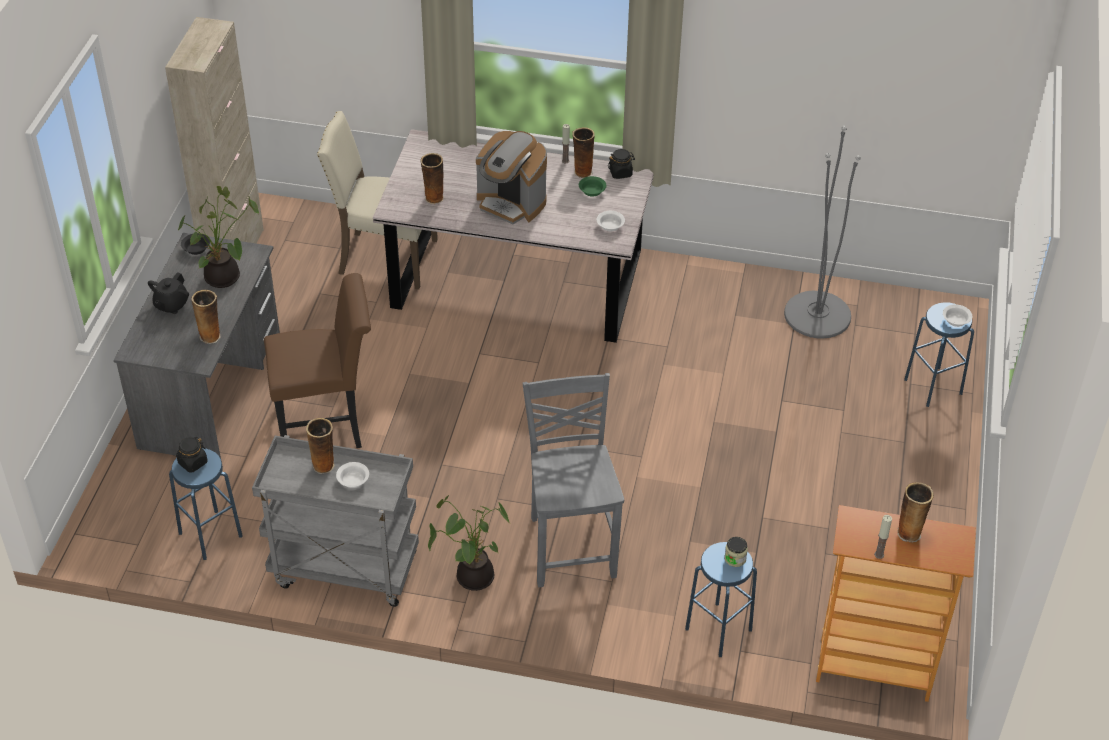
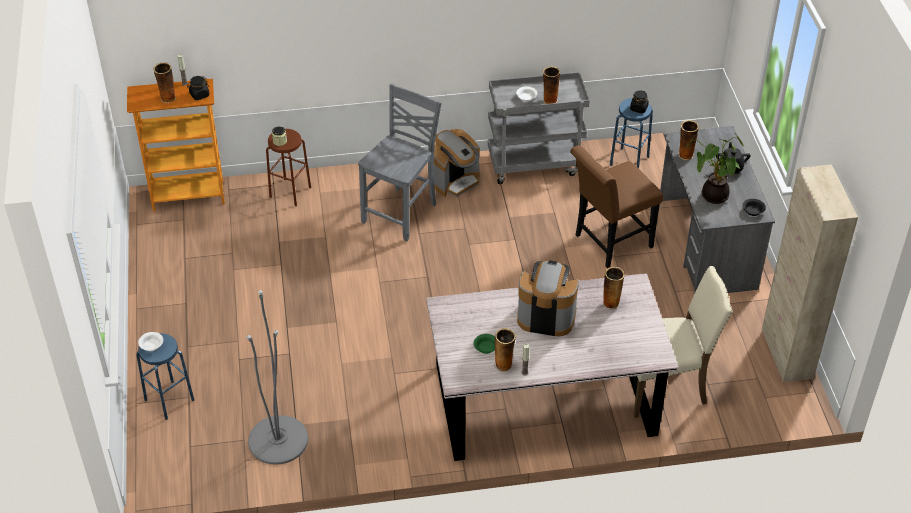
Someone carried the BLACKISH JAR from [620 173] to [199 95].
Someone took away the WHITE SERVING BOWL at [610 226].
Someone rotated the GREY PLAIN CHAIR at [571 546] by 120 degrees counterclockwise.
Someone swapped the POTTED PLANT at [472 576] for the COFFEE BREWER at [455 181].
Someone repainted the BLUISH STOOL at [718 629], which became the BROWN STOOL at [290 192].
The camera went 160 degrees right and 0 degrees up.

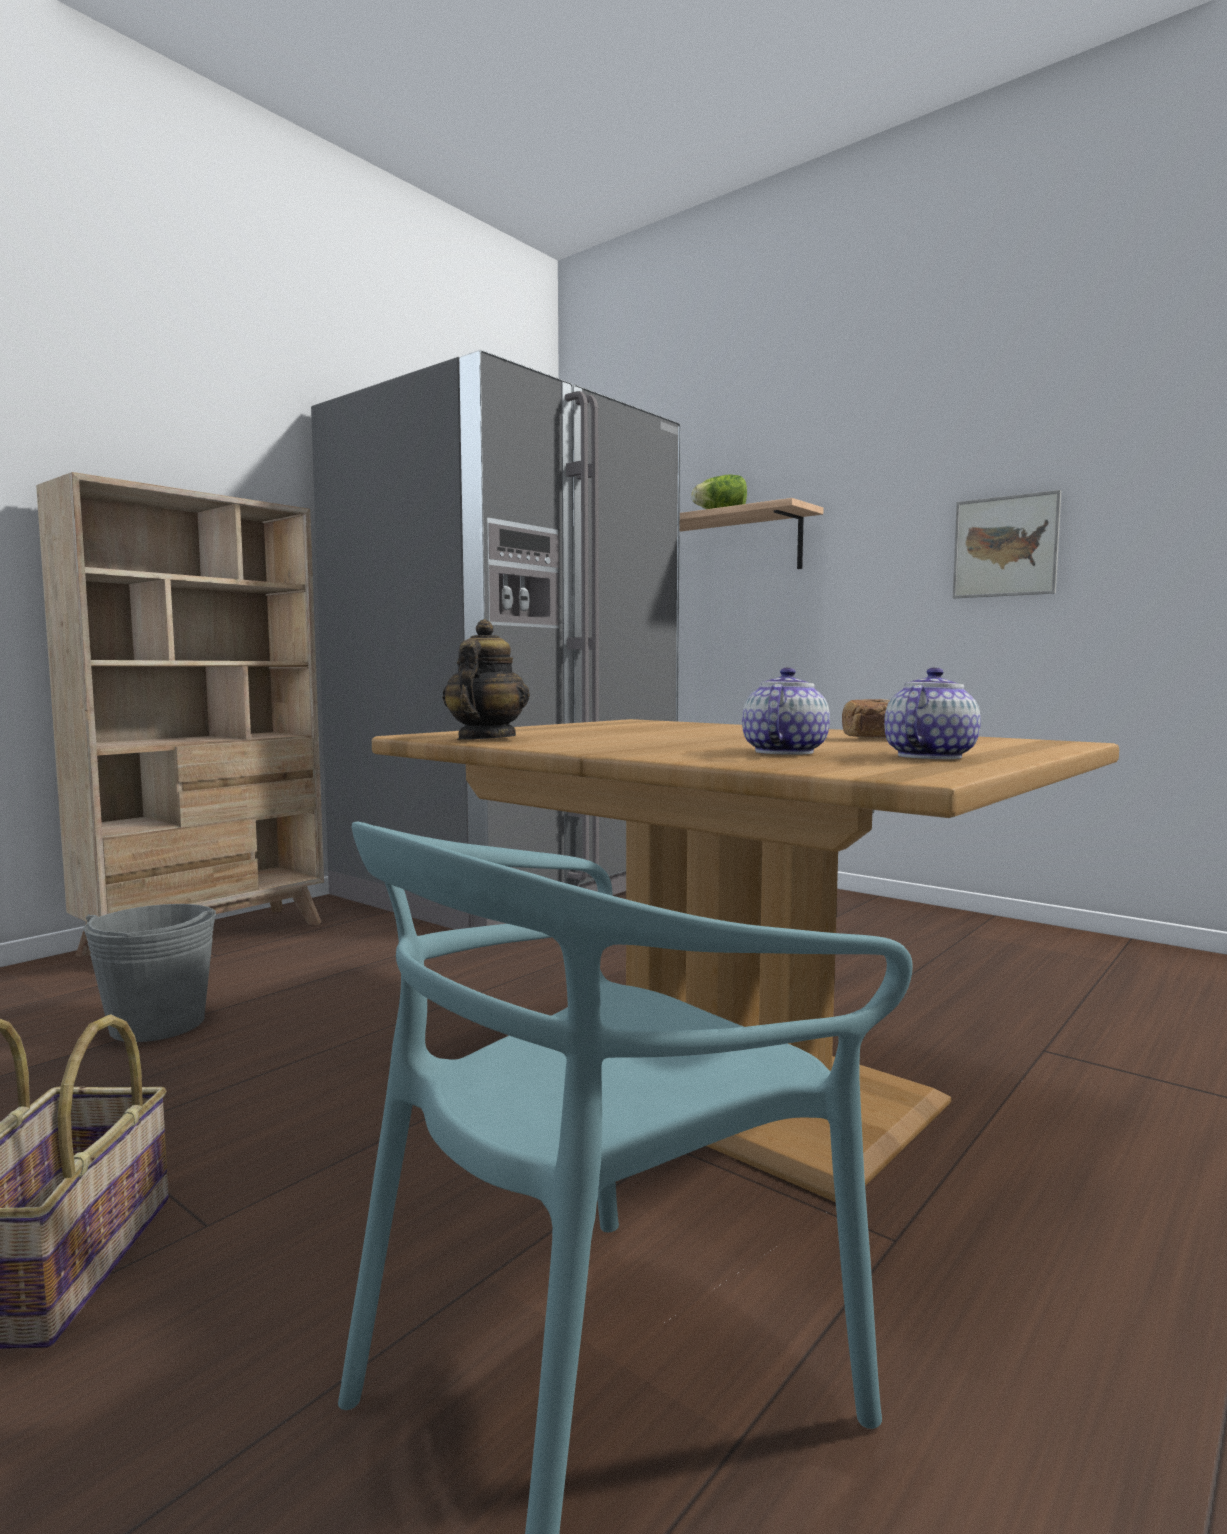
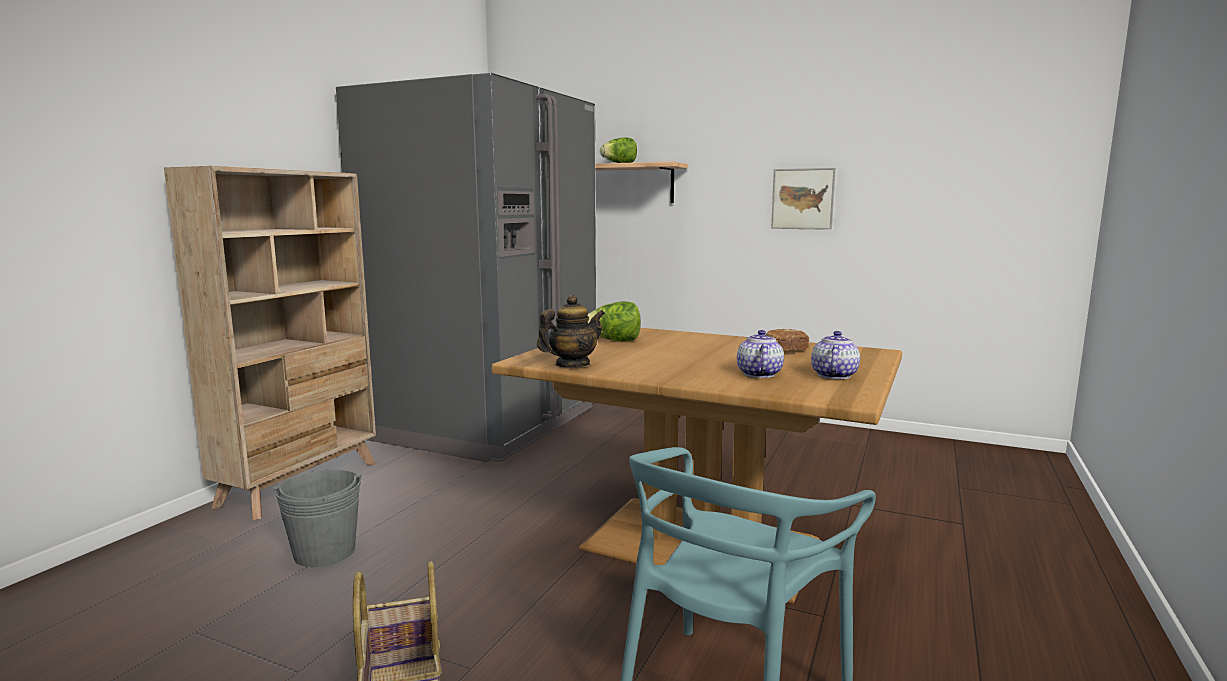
Someone rotated the POT FOR TEA at [485 739] by 60 degrees clockwise.
Someone put down the HEAD OF LETTUCE at [614 341].
The camera went 15 degrees left and 5 degrees up.

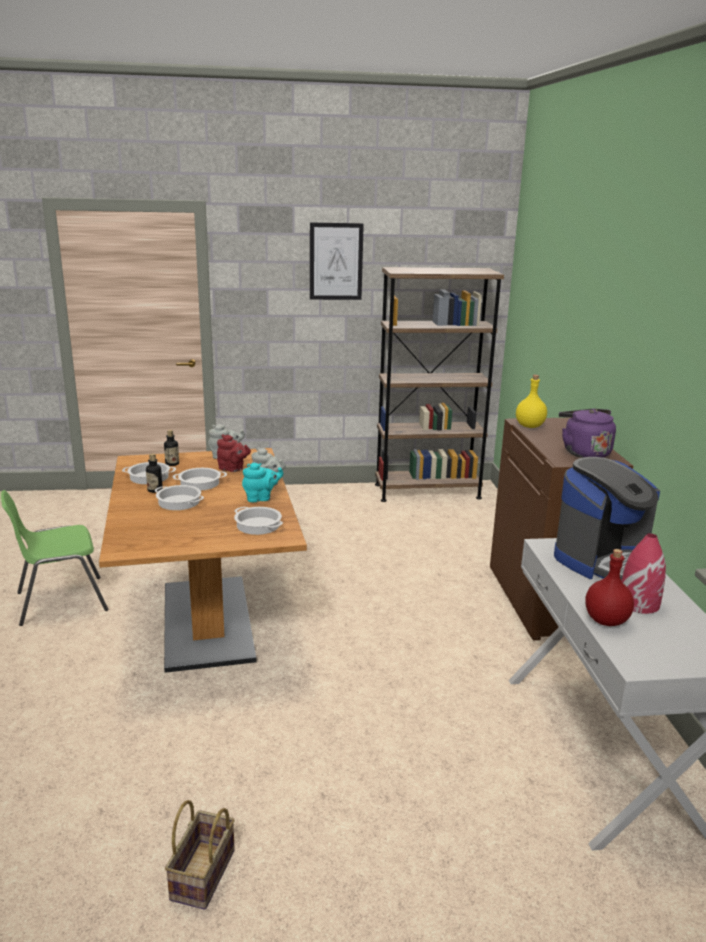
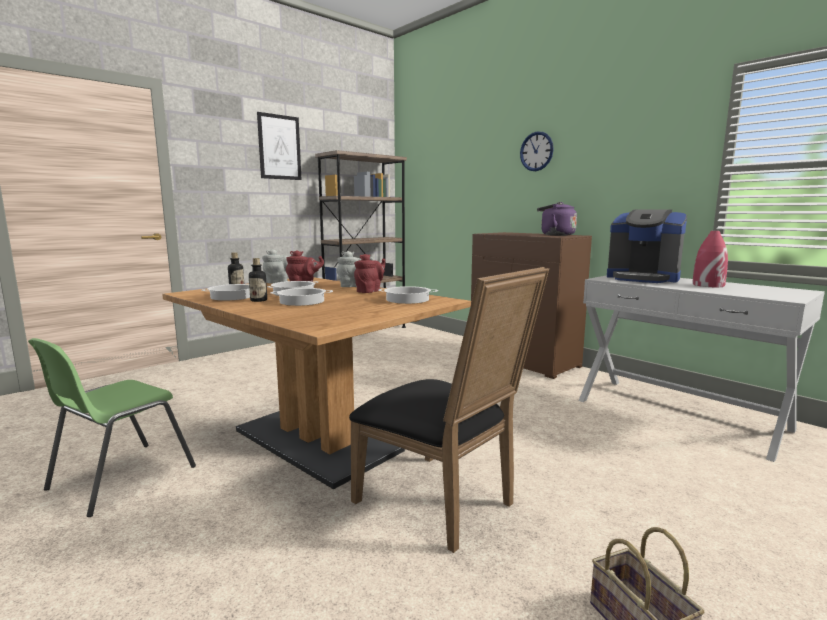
Someone took away the YELLOW DRINK BOTTLE at [530 426].
Someone rotated the COFFEE BREWER at [603 560] by 105 degrees clockwise.
Someone repainted the TURQUOISE POT FOR TEA at [261 498], which became the RED-COLOURED POT FOR TEA at [370 291].
Someone took away the RED-COLOURED DRINK BOTTLE at [605 620].
Someone put up the WALL CLOCK at [536 151].
Someone put down the BLACKISH PLAIN CHAIR at [442 503].
The camera went 35 degrees left and 10 degrees down.

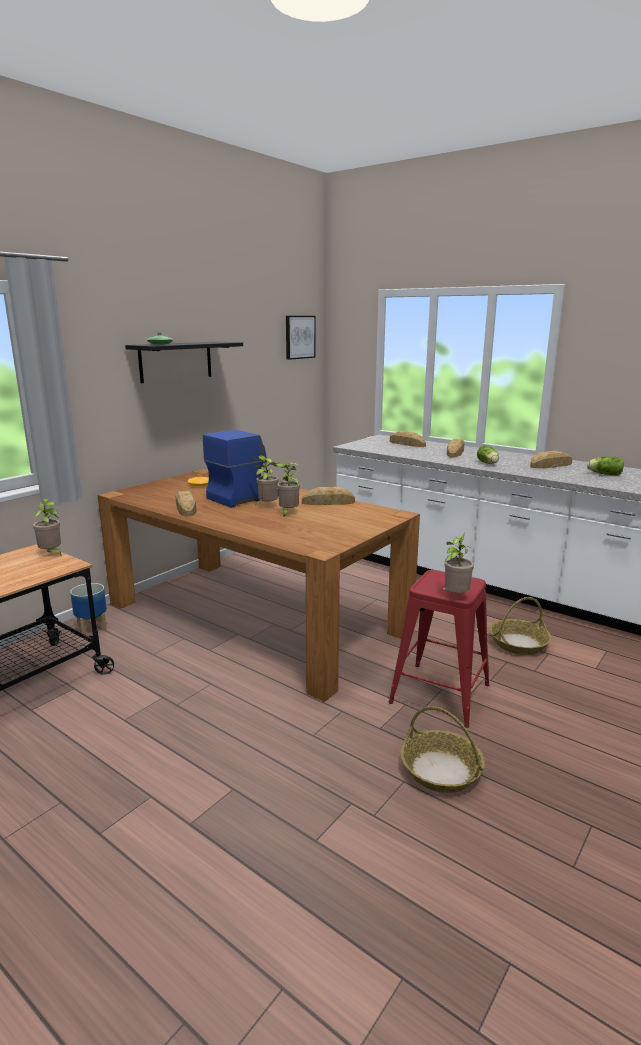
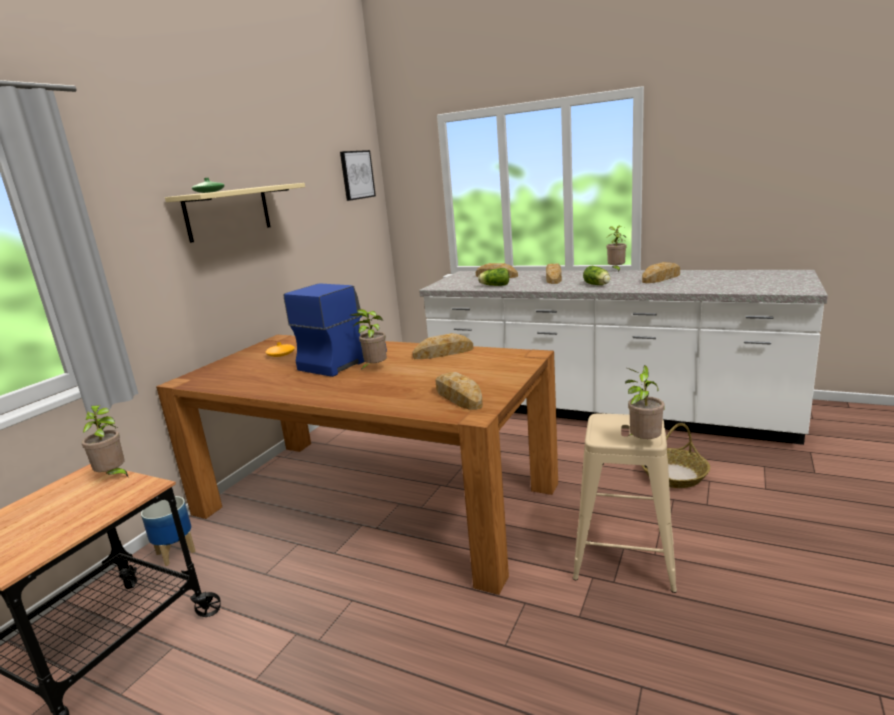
Someone repainted the BLACKISH BRACKET SHELF at [176 361], which became the BEIGE BRACKET SHELF at [228 212].
Someone carried the HEAD OF LETTUCE from [603 474] to [494 285].
Someone carried the POTTED PLANT from [288 513] to [616 270].
Someone carried the BAKED BREAD from [186 508] to [458 396].
Someone repainted the RED-COLOURED STOOL at [440 693], which became the BEIGE STOOL at [623 554].
Someone took away the HOUSEHOLD BASKET at [441 770].
The camera went 10 degrees left and 0 degrees up.

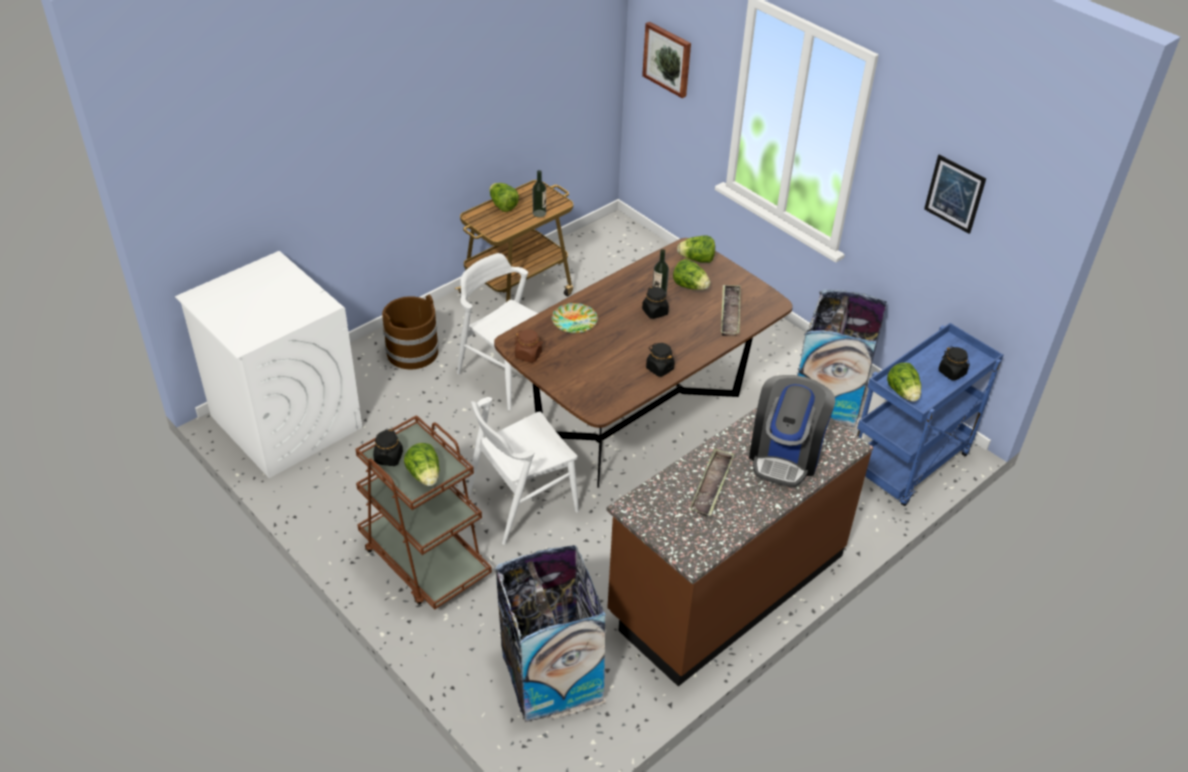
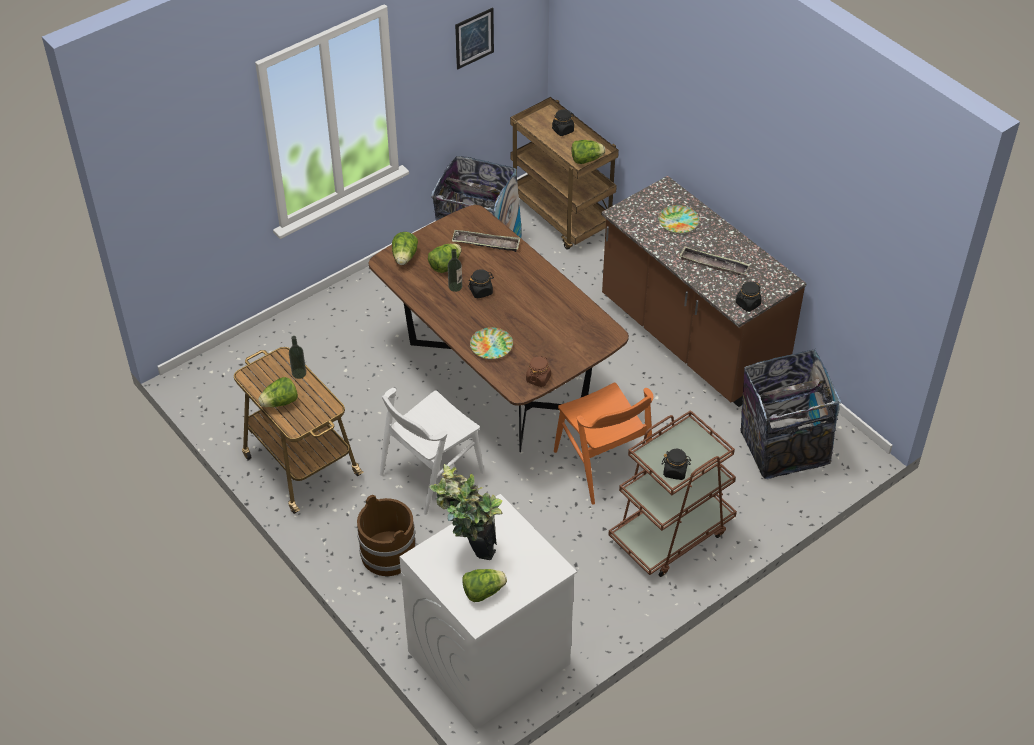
Someone took away the WALL ART at [668 59].
Someone repainted the BLUISH TROLLEY at [908 465], which became the BROWN TROLLEY at [562 217].
Someone carried the BLACKISH JAR from [659 368] to [747 304].
Someone swapped the COFFEE BREWER at [785 454] for the PLATE at [678 221].
Someone repainted the WHITE PLAIN CHAIR at [521 502], which became the ORANGE PLAIN CHAIR at [603 465].
Someone carried the HEAD OF LETTUCE from [425 475] to [483 592].
Someone put down the POTTED PLANT at [468 550].
The camera went 85 degrees left and 5 degrees up.

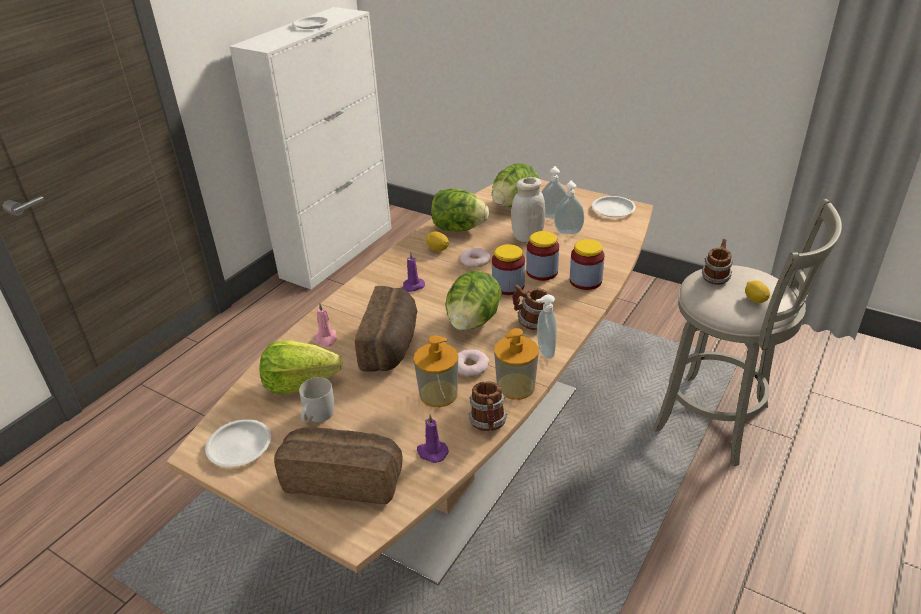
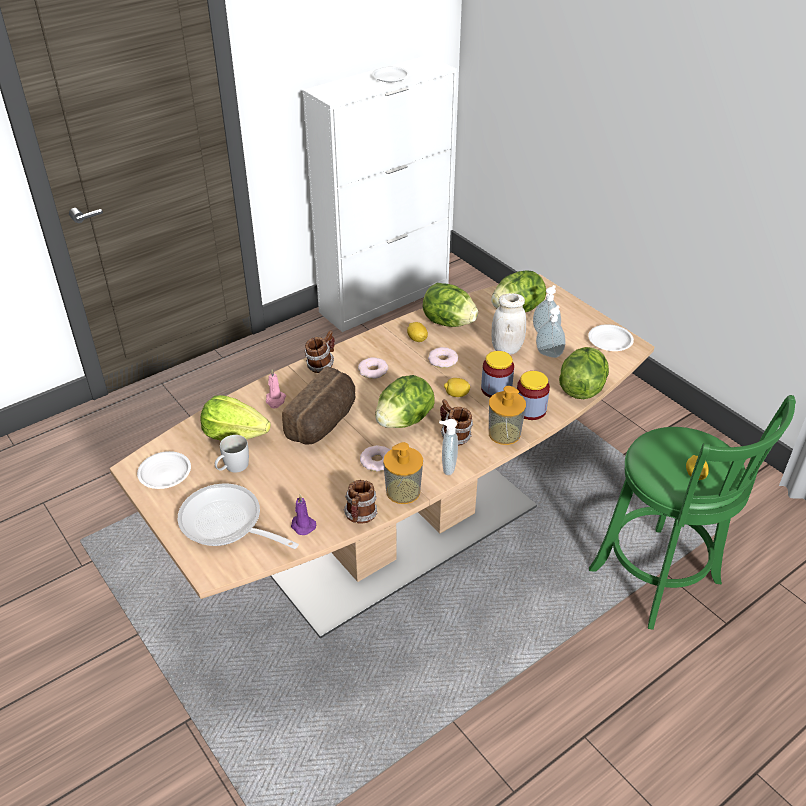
Someone repainted the GREY STOOL at [717 421], which became the GREENISH STOOL at [659 581].
Someone carried the TEA MUG from [715 277] to [321 365].
Someone swapped the JAR at [508 286] for the CITRUS FRUIT at [456 394].
Someone swapped the PURPLISH WAX LIGHT at [412 286] for the DONUT at [373 371].
Someone carried the SOAP DISPENSER from [438 394] to [504 433].
Someone swapped the BAKED BREAD at [344 478] for the SKILLET at [226 524].
Someone put down the HEAD OF LETTUCE at [581 388].
The camera went 20 degrees right and 5 degrees up.

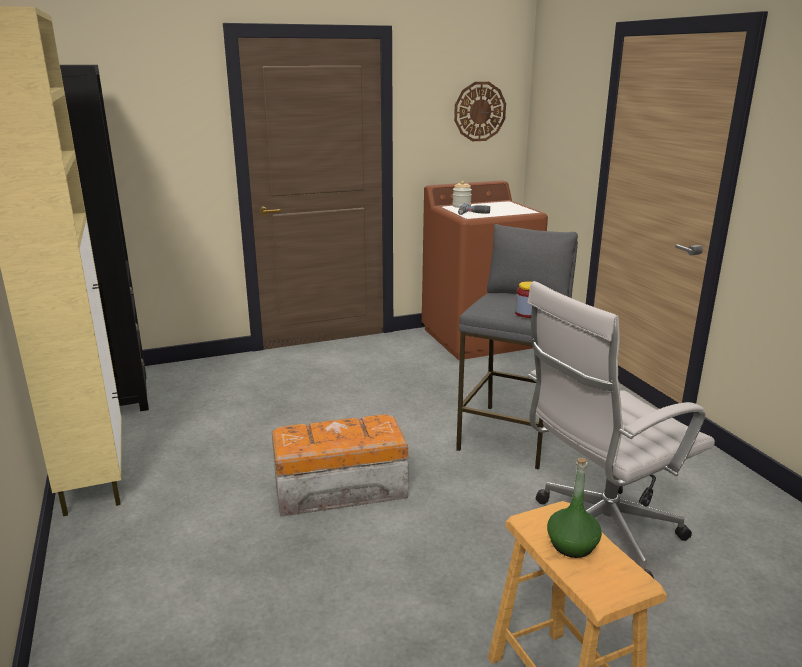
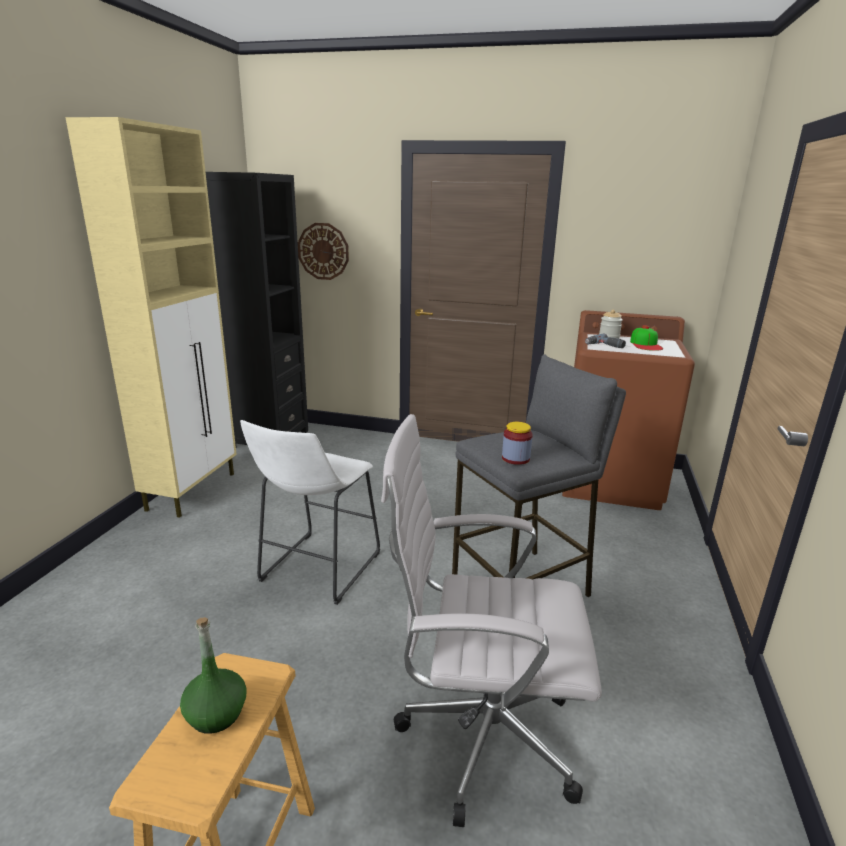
Someone carried the WALL CLOCK from [479 111] to [323 251].
Someone swapped the STORAGE BOX at [338 489] for the WHITE STOOL at [316 570].
Someone put down the PEAKED CAP at [646 344].
The camera went 35 degrees right and 0 degrees up.

